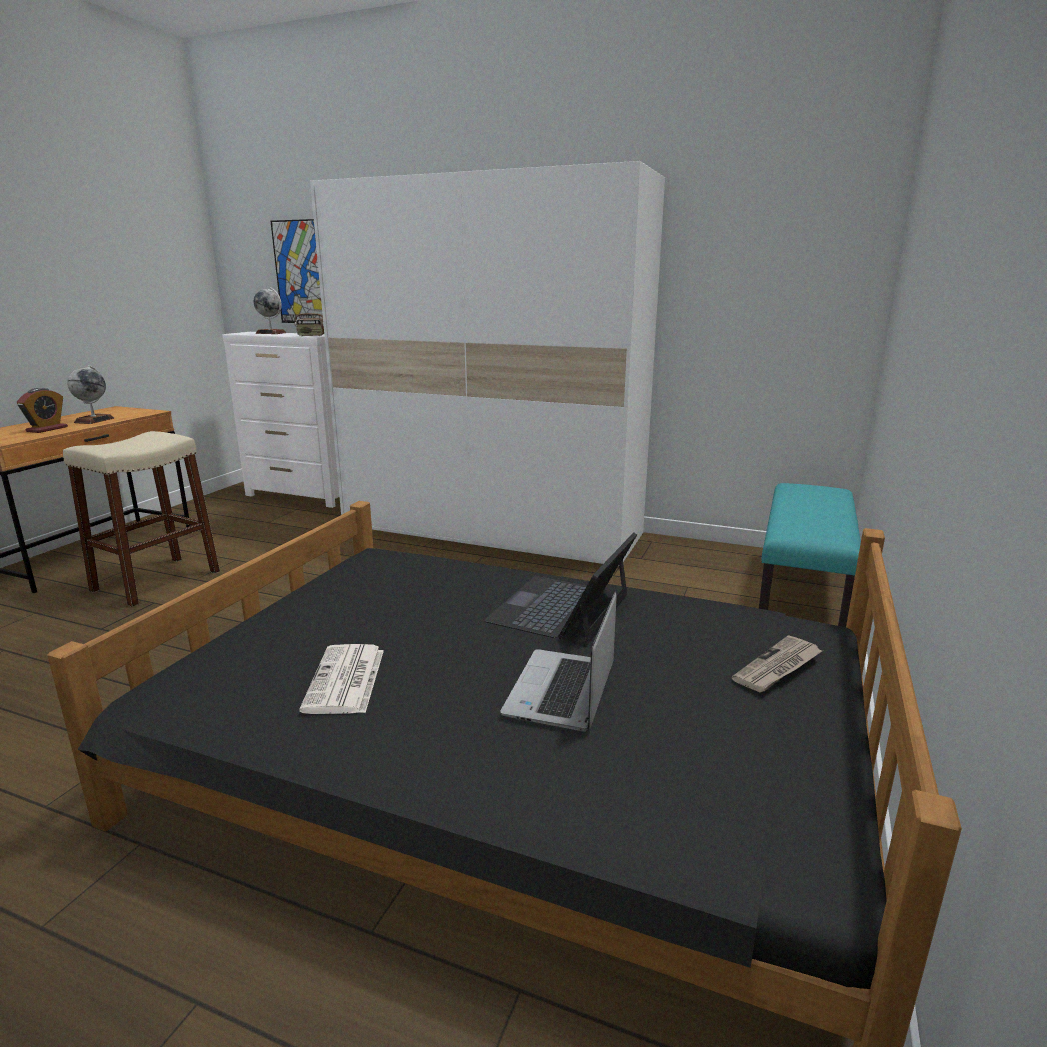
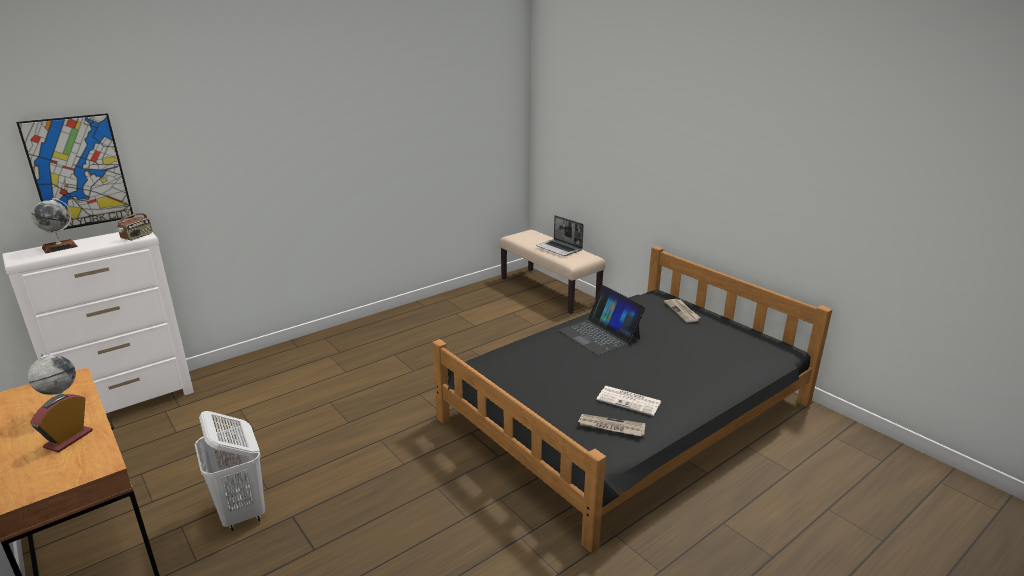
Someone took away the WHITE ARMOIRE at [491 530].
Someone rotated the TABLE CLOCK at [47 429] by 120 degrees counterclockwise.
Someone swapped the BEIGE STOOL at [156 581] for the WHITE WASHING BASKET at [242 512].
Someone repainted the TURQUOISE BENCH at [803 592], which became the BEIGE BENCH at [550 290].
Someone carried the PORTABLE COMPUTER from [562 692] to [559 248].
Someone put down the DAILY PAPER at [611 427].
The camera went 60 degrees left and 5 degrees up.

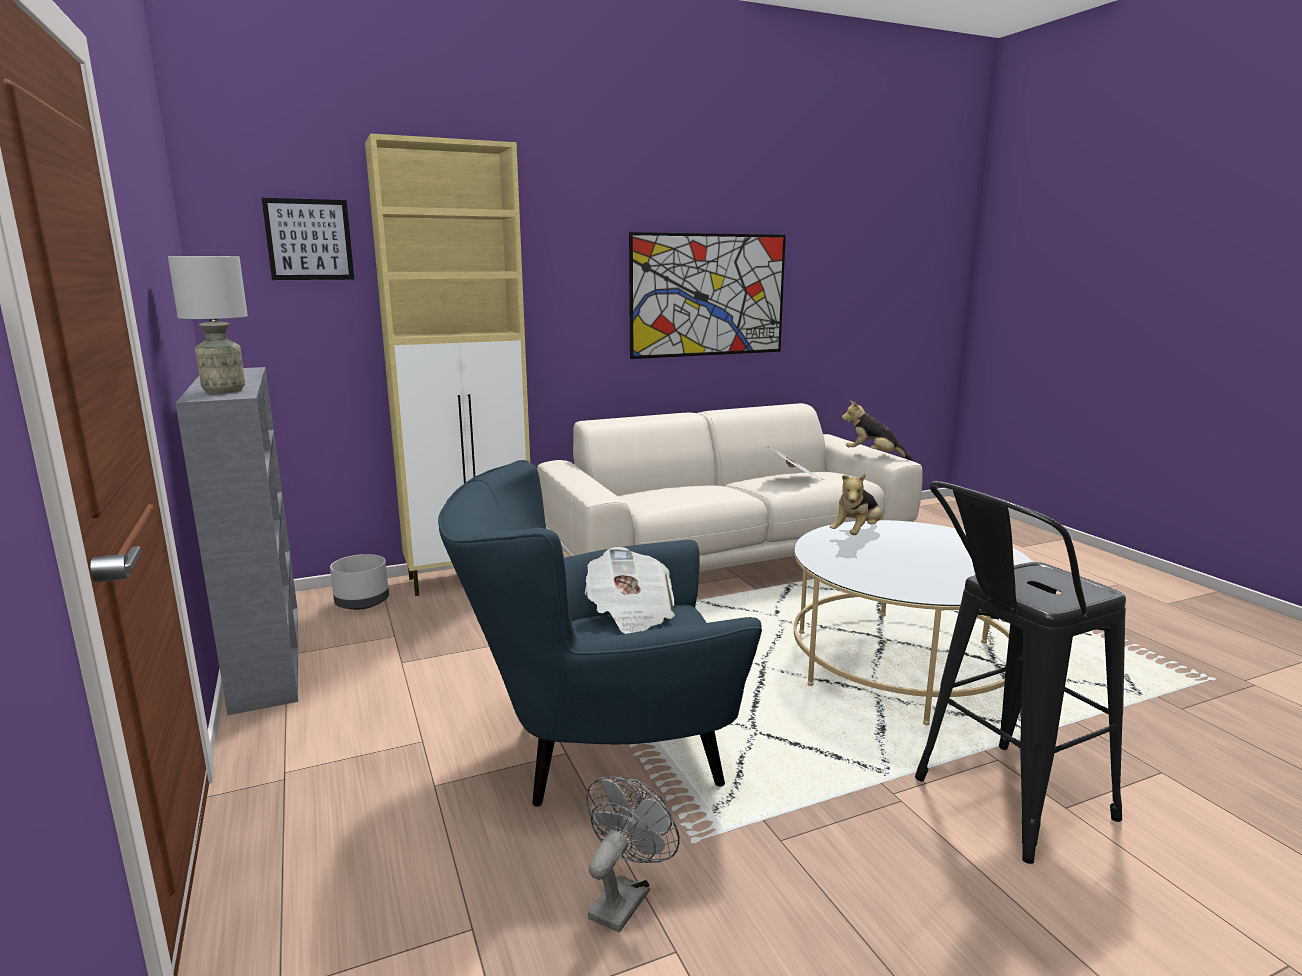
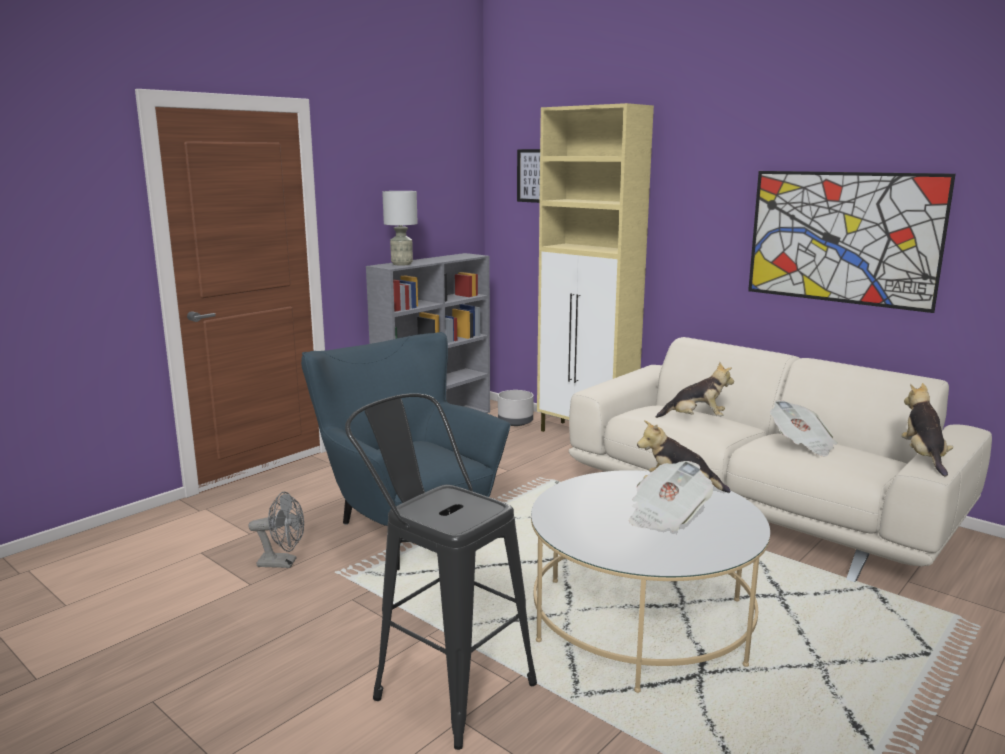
Someone carried the DAILY PAPER from [630 614] to [666 516].
Someone put down the PLUSH TOY at [695 419].
The camera went 65 degrees right and 0 degrees up.

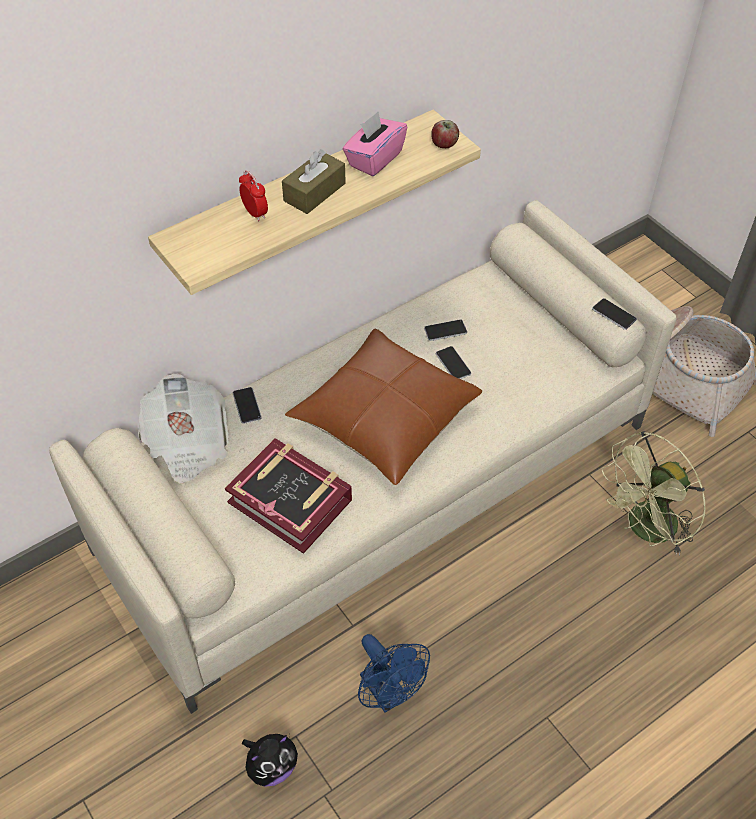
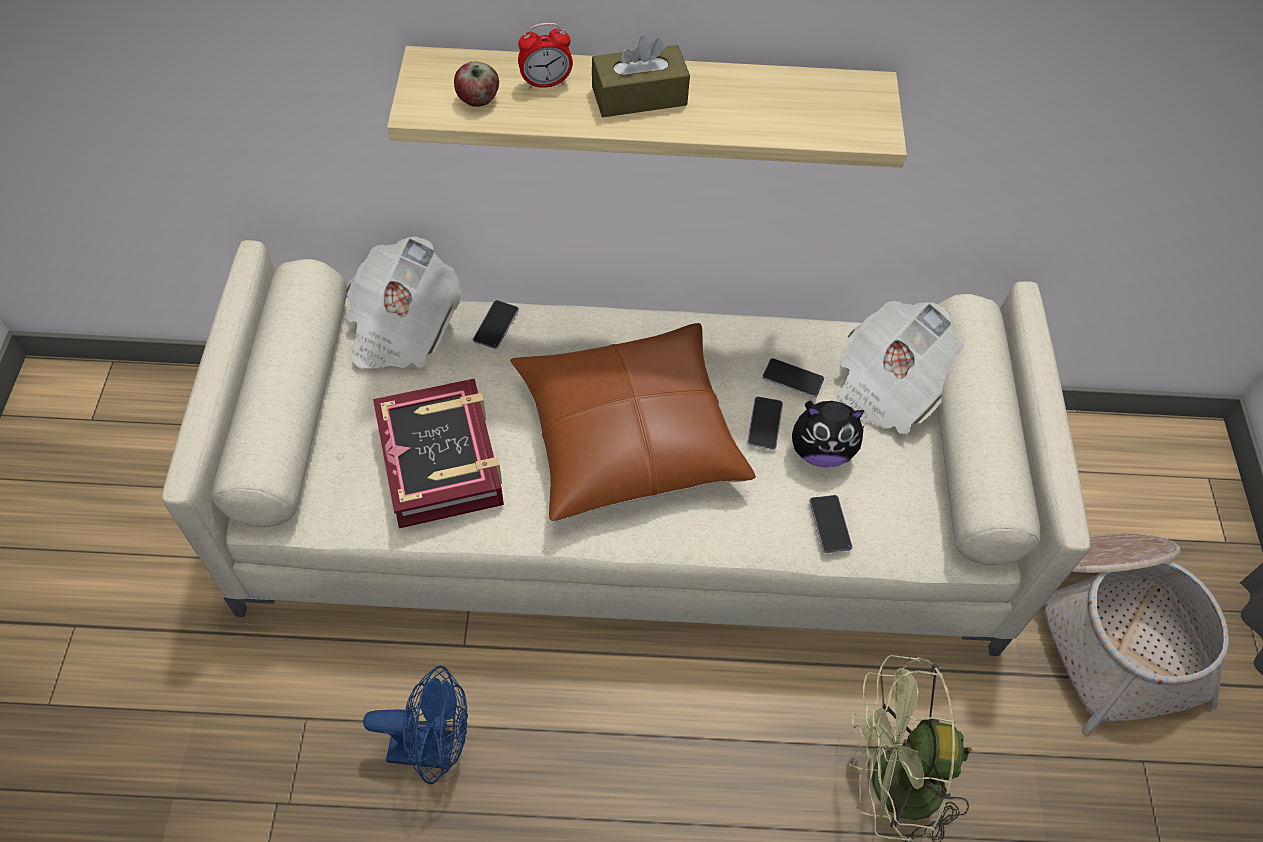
Someone took away the PINK TISSUE HOLDER at [374 159].
Someone carried the WHOLE APPLE from [444 144] to [478 100].
Someone rotated the TABLE CLOCK at [255 213] by 75 degrees clockwise.
Someone carried the HANDSET from [614 314] to [830 524].
Someone rotated the BLUISH COOLING FAN at [389 694] by 90 degrees counterclockwise.
Someone carried the PLUSH TOY from [272 766] to [821 450].
Someone put down the DAILY PAPER at [888 387].
The camera went 35 degrees right and 5 degrees up.

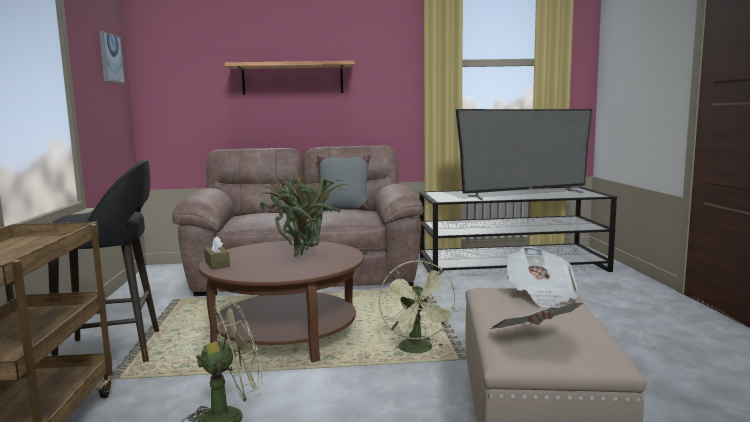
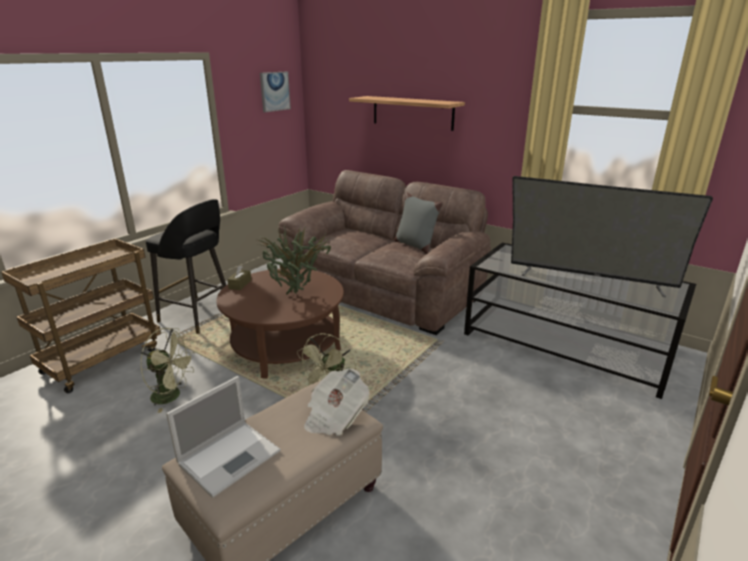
Someone swapped the DAILY PAPER at [533 339] for the PORTABLE COMPUTER at [231 456].
The camera went 40 degrees right and 15 degrees up.

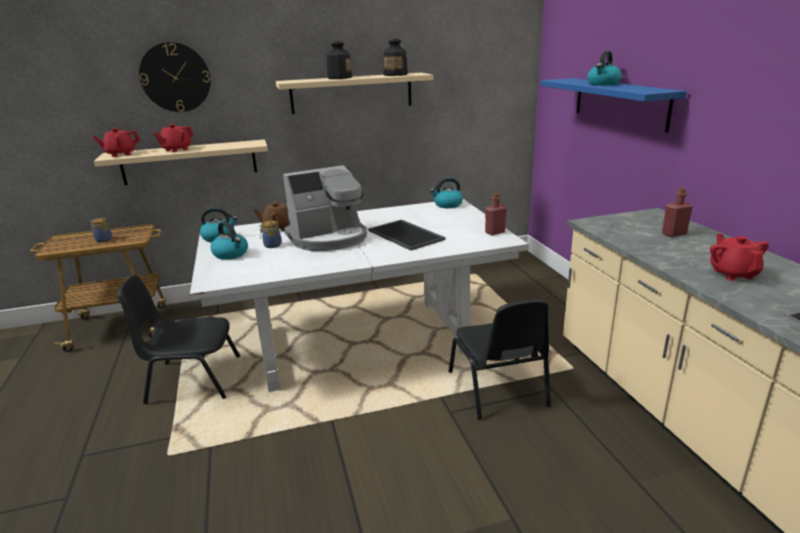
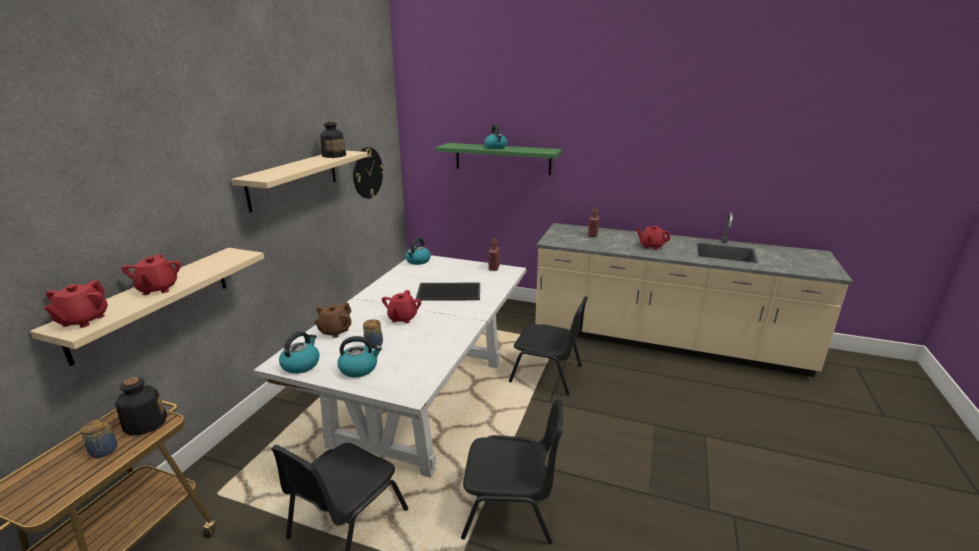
Someone carried the DRINK BOTTLE from [339 78] to [145 423].
Someone carried the WALL CLOCK from [175 77] to [367 173].
Someone repainted the BLUISH BRACKET SHELF at [620 102], which became the GREENISH BRACKET SHELF at [502 158].
Someone swapped the COFFEE BREWER at [328 238] for the RED-COLOURED POT FOR TEA at [402 318].
Someone put down the BLACKISH PLAIN CHAIR at [510 508].
The camera went 55 degrees left and 0 degrees up.

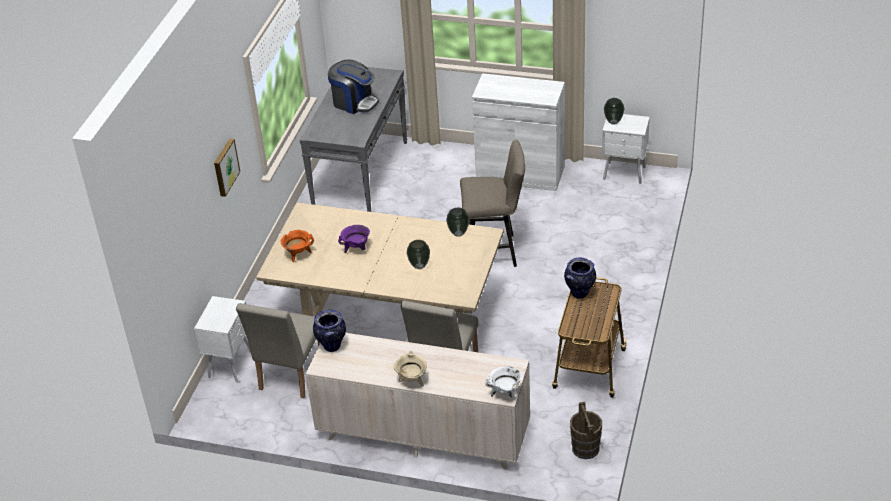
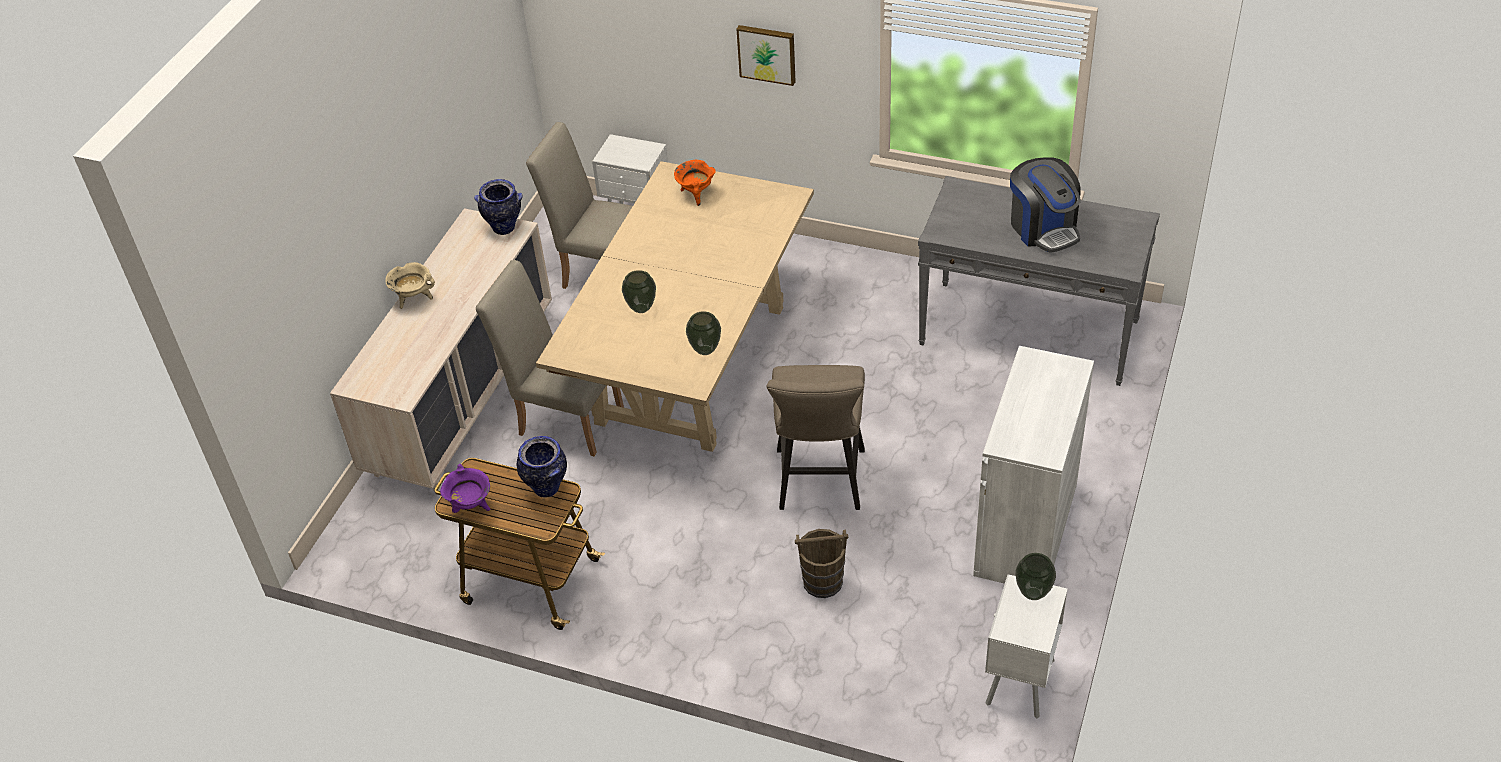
Someone rotated the COFFEE BREWER at [354 102] by 60 degrees counterclockwise.
Someone carried the PURPLISH STOCKPOT from [356 249] to [471 507].
Someone took away the WHITE STOCKPOT at [505 393].
Someone carried the BROWN WATER BUCKET from [585 448] to [823 582].
The camera went 95 degrees right and 5 degrees up.

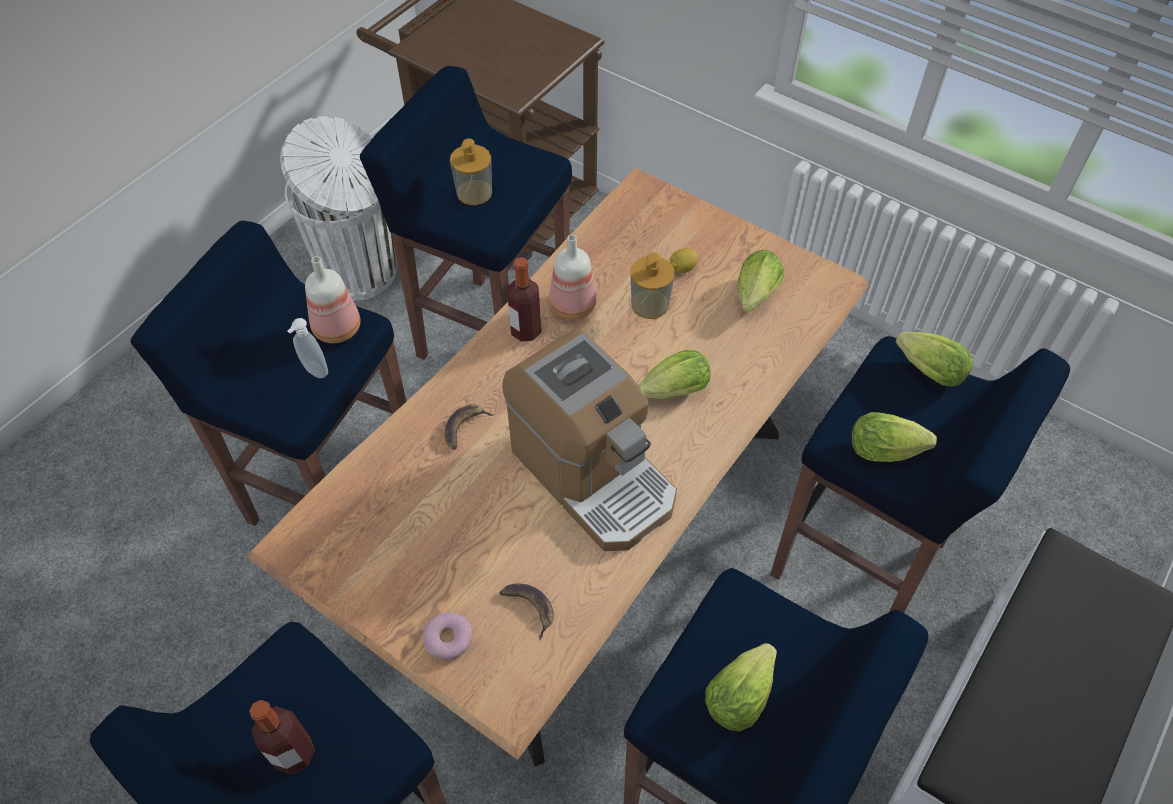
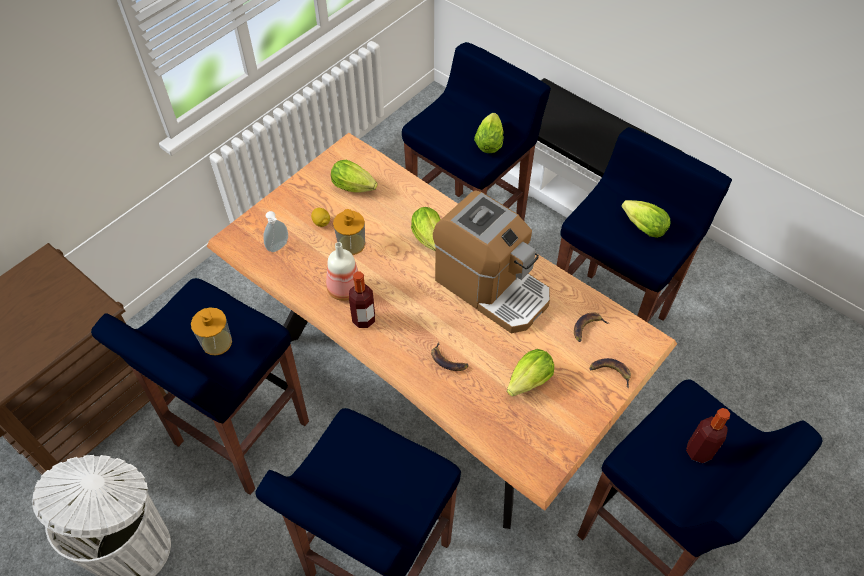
Someone took away the DRINK BOTTLE at [336 328].
Someone carried the SOAP DISPENSER from [314 371] to [279 247].
Someone rotated the COFFEE BREWER at [593 475] by 75 degrees clockwise.
Someone carried the HEAD OF LETTUCE from [925 370] to [527 383].
Someone swapped the DONUT at [448 639] for the WHOLE BANANA at [610 372].
The camera went 85 degrees left and 0 degrees up.

